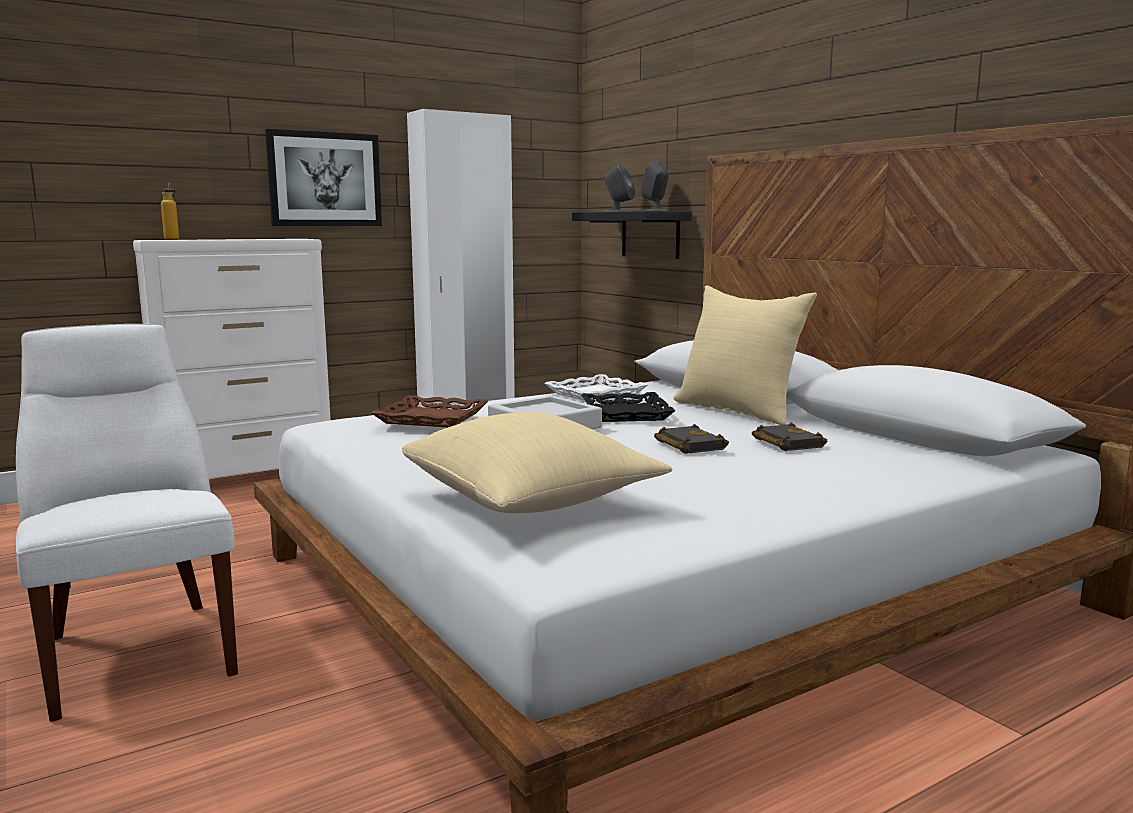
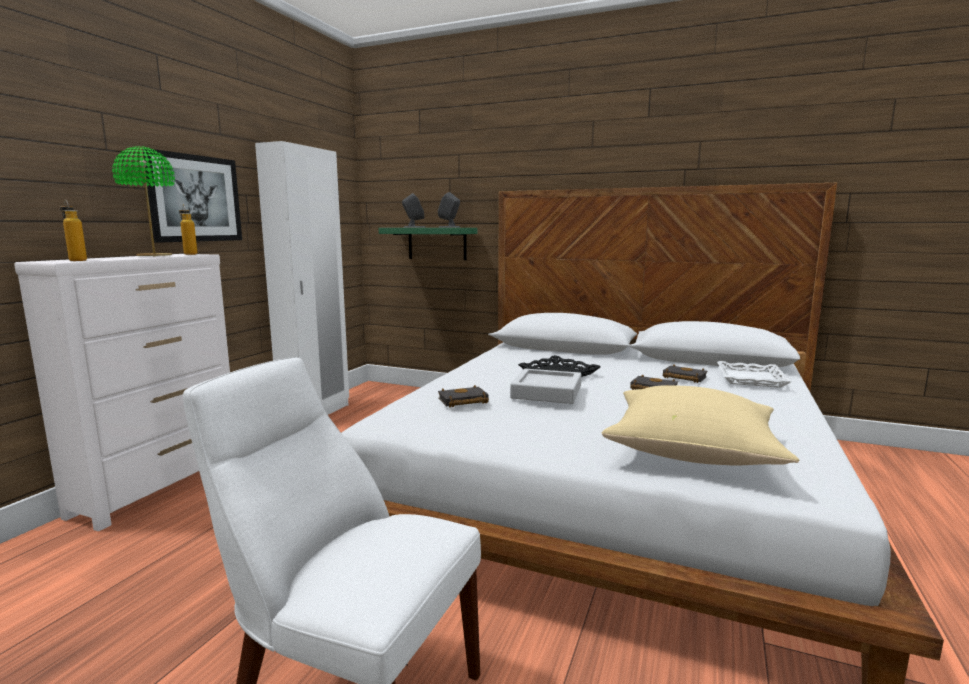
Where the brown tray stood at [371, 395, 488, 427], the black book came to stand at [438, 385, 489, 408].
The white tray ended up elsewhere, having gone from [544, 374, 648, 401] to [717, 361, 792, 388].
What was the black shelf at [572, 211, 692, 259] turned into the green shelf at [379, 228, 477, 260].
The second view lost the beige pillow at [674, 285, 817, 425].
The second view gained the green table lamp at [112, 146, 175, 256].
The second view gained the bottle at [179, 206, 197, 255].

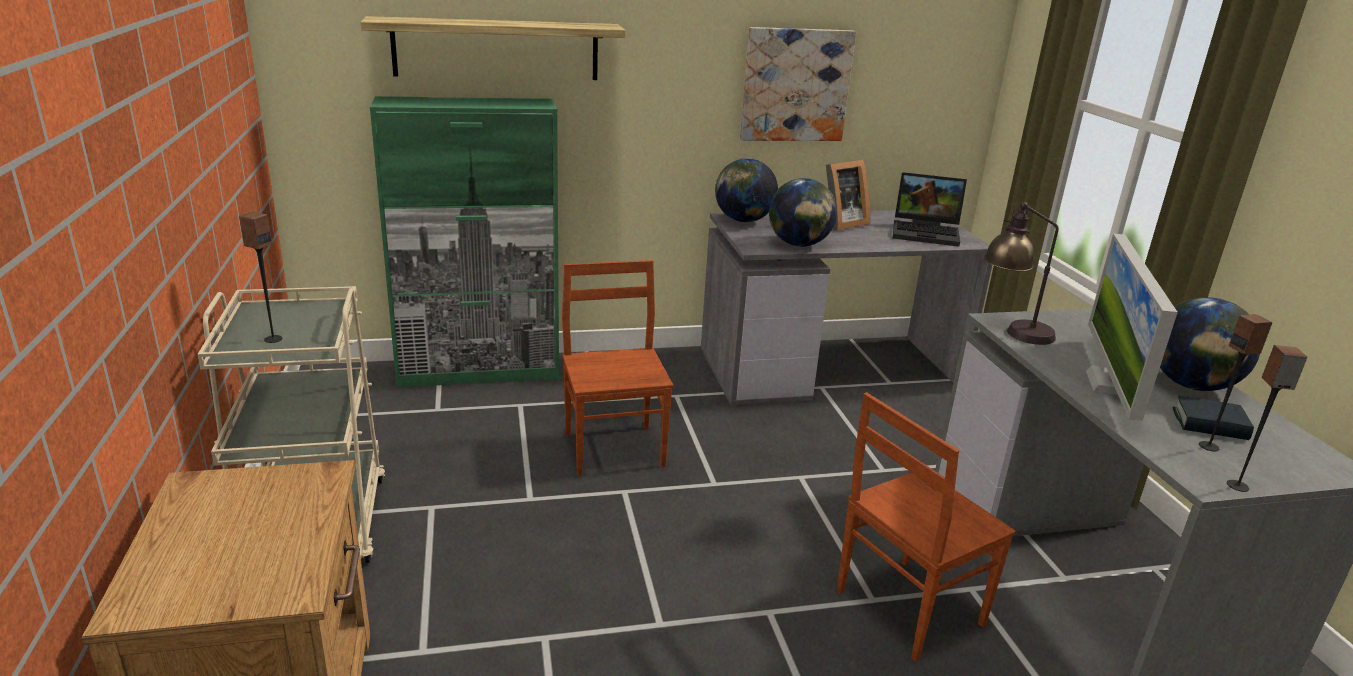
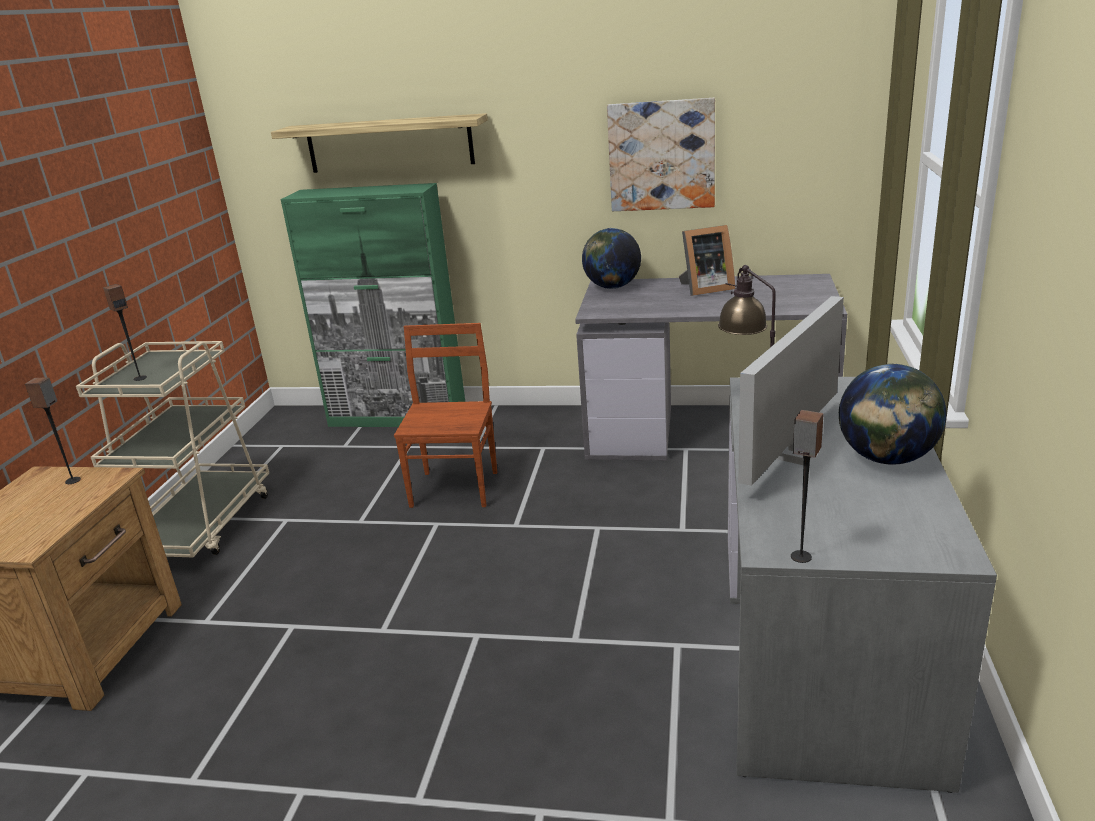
The second view lost the globe at [769, 178, 837, 247].
The second view lost the brown chair at [837, 392, 1016, 662].
The second view lost the laptop at [893, 172, 967, 246].
The second view lost the book at [1172, 396, 1254, 440].
The speaker ended up elsewhere, having gone from [1199, 314, 1273, 452] to [25, 377, 81, 484].

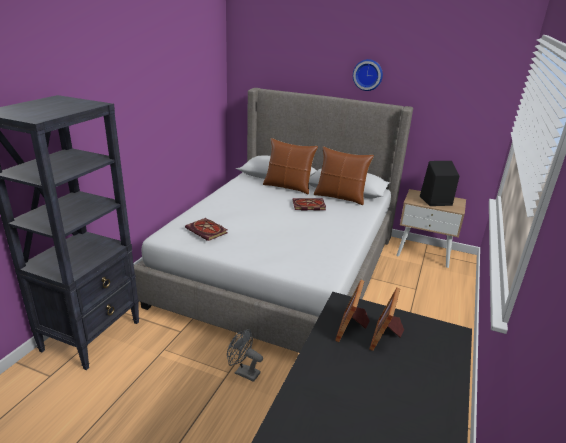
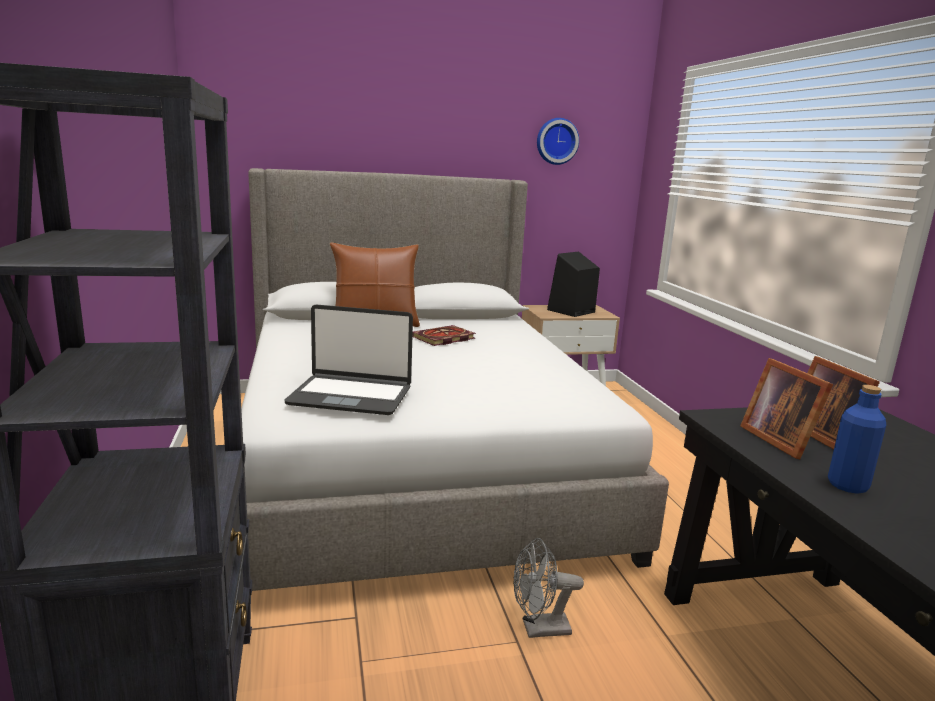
Where the book stood at [185, 218, 228, 241], the laptop came to stand at [285, 305, 413, 415].
The second view lost the brown pillow at [314, 146, 374, 205].
The wall clock ended up elsewhere, having gone from [353, 59, 383, 91] to [537, 118, 579, 165].
The second view gained the blue bottle at [828, 385, 886, 494].

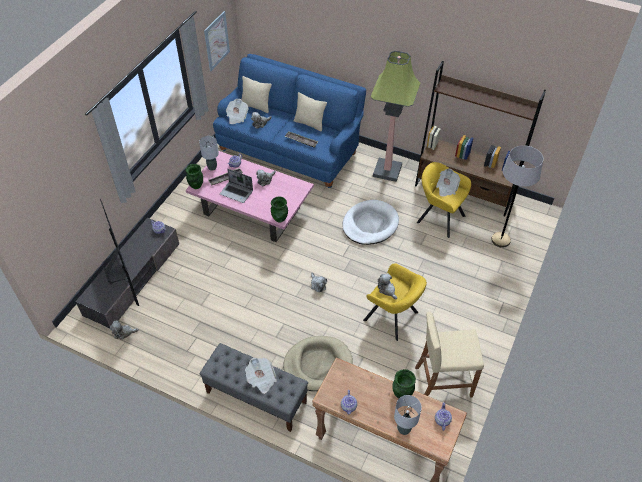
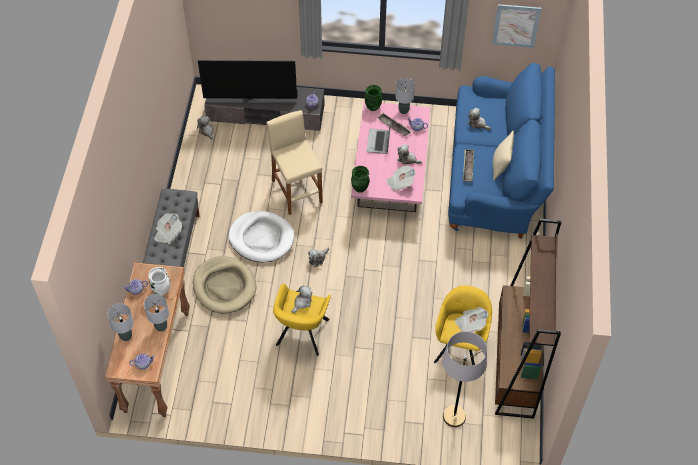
The television at [100, 199, 139, 306] ended up facing another way, 45 degrees clockwise from before.
The newspaper ended up elsewhere, having gone from [226, 99, 248, 124] to [386, 165, 416, 191].
The second view lost the beige pillow at [241, 76, 272, 113].
The white dog bed ended up elsewhere, having gone from [342, 200, 399, 245] to [228, 211, 294, 262].
The second view lost the floor lamp at [370, 51, 420, 182].
Where the green vase stood at [392, 369, 416, 398], the grey table lamp came to stand at [144, 294, 169, 332].
The beige stool ended up elsewhere, having gone from [415, 312, 484, 398] to [266, 110, 323, 215].
The second view gained the white vase at [148, 267, 170, 295].

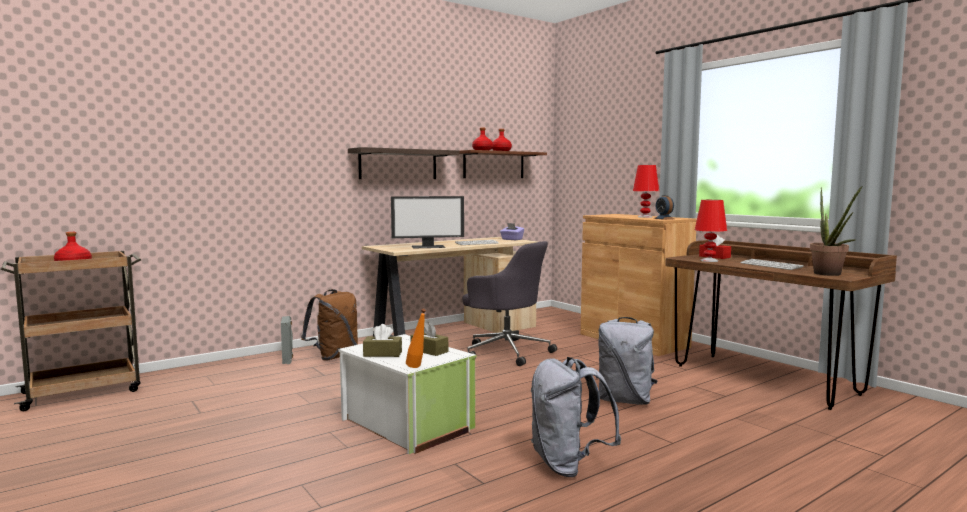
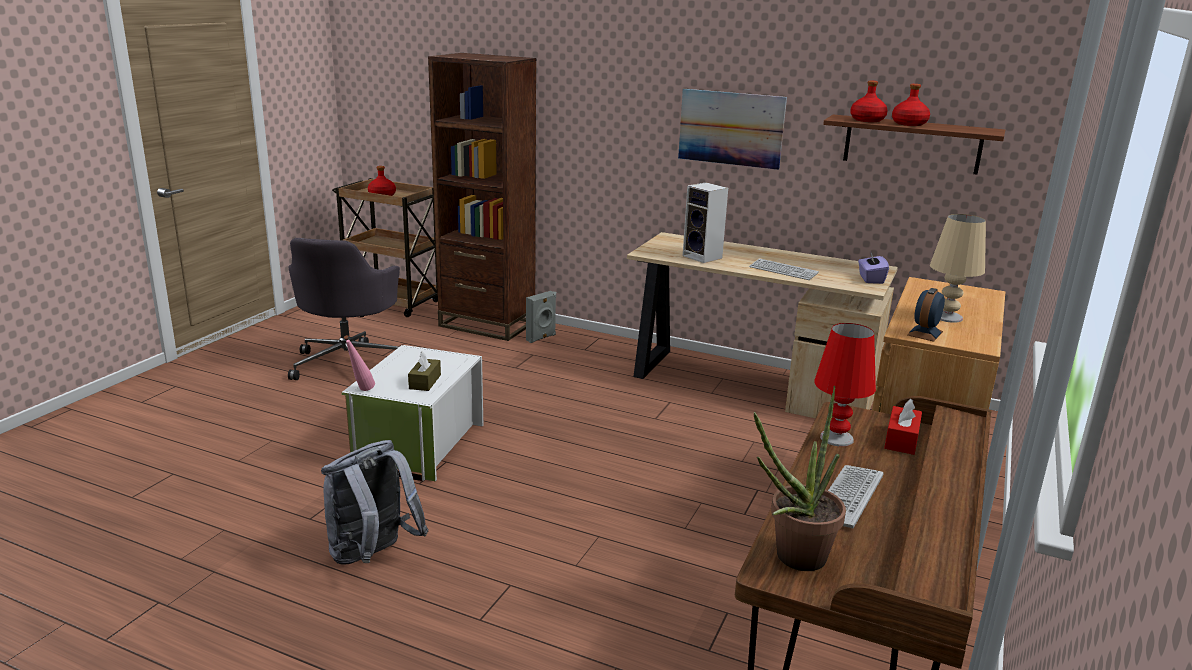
The second view lost the brown backpack at [301, 289, 358, 361].
Where the shelf hung at [348, 147, 459, 179], the picture came to hang at [678, 89, 787, 170].
The second view lost the brown tissue box at [363, 324, 402, 357].
Where the monitor stood at [391, 196, 464, 248], the speaker came to stand at [683, 182, 728, 263].
What was the orange bottle at [406, 309, 426, 368] turned into the pink bottle at [344, 335, 375, 391].
The grey office chair ended up elsewhere, having gone from [463, 241, 557, 366] to [288, 238, 400, 380].
The second view lost the grey backpack at [596, 317, 657, 405].
What was the red table lamp at [633, 165, 659, 218] turned into the beige table lamp at [930, 214, 986, 323].
The second view gained the brown bookcase at [428, 53, 537, 341].

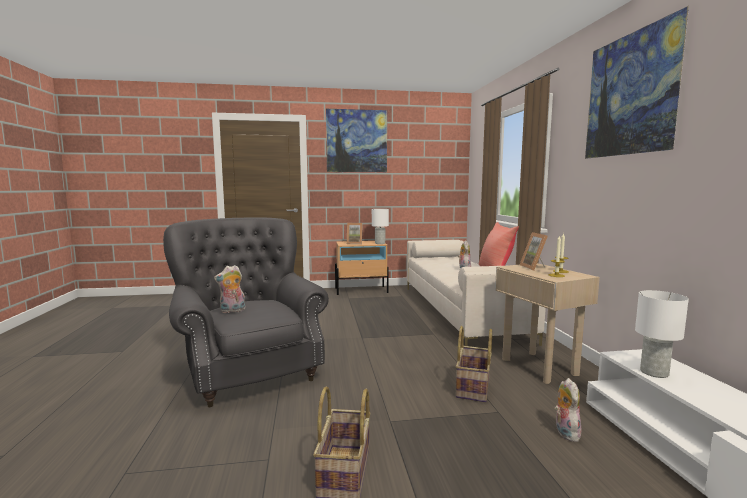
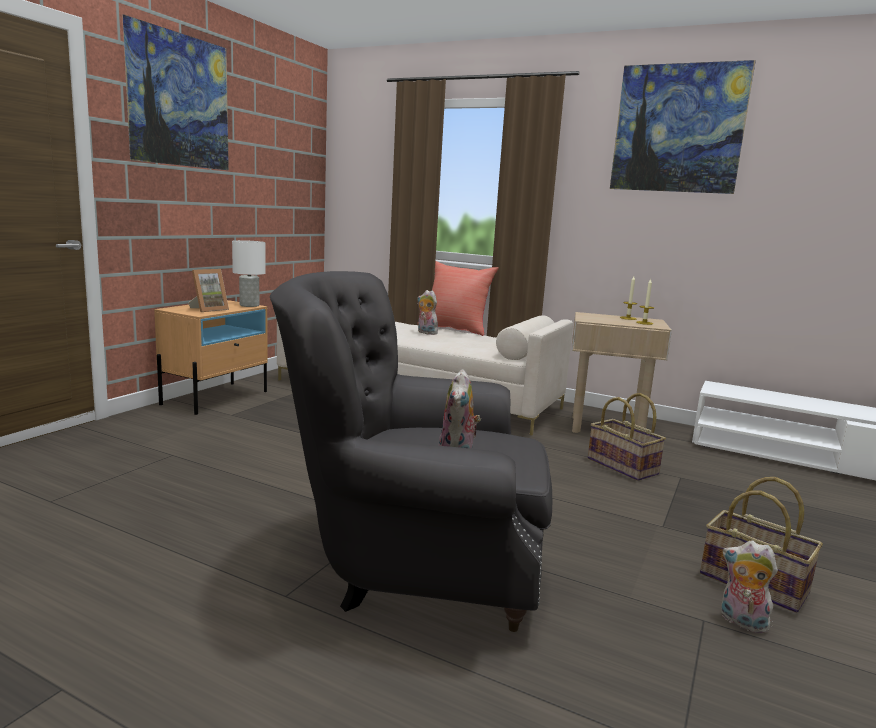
The second view lost the picture frame at [519, 232, 548, 271].
The plush toy ended up elsewhere, having gone from [554, 378, 581, 442] to [721, 541, 778, 634].
The second view lost the white table lamp at [635, 290, 689, 378].

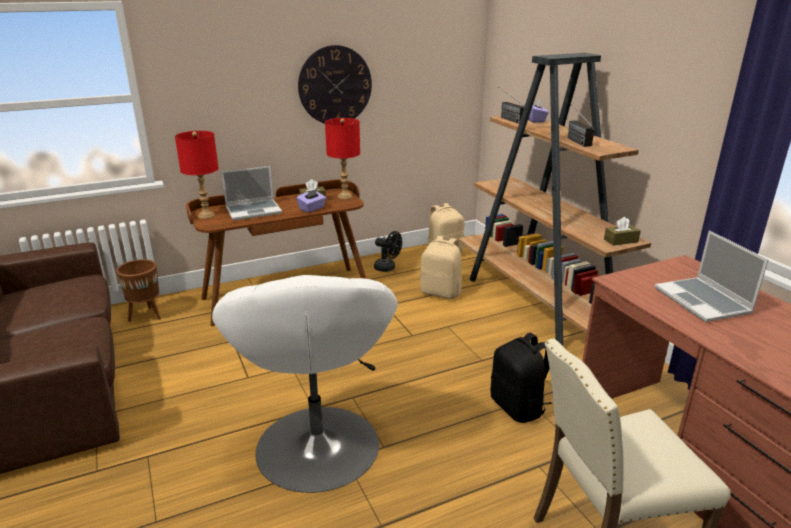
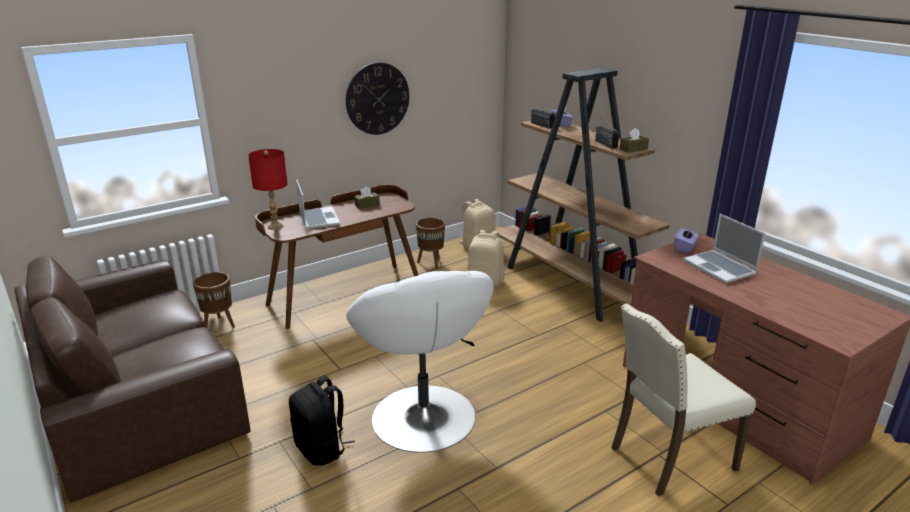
The laptop at [221, 166, 282, 221] ended up facing another way, 75 degrees counterclockwise from before.
The purple tissue box ended up elsewhere, having gone from [296, 189, 326, 213] to [674, 227, 699, 253].
The second view lost the red table lamp at [325, 118, 360, 199].
Where the black fan stood at [374, 231, 402, 272], the brown planter came to stand at [416, 218, 445, 269].
The black backpack ended up elsewhere, having gone from [491, 333, 552, 423] to [289, 376, 355, 466].
The brown tissue box ended up elsewhere, having gone from [604, 217, 641, 246] to [620, 128, 649, 153].

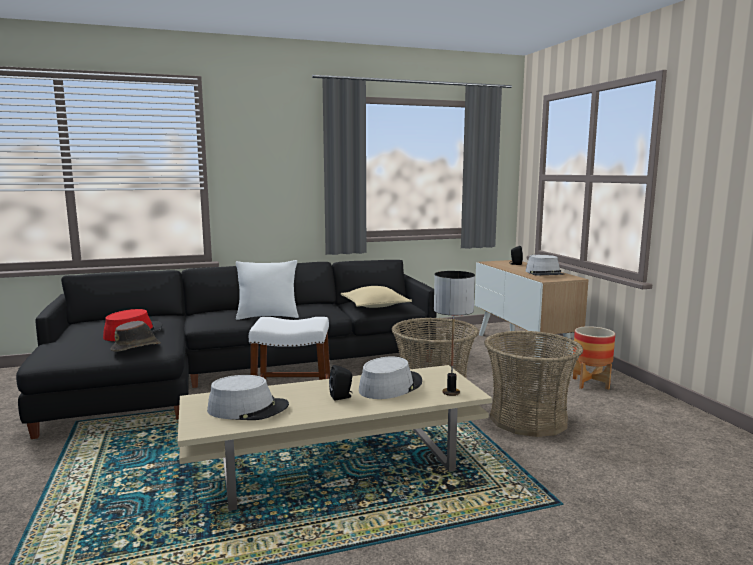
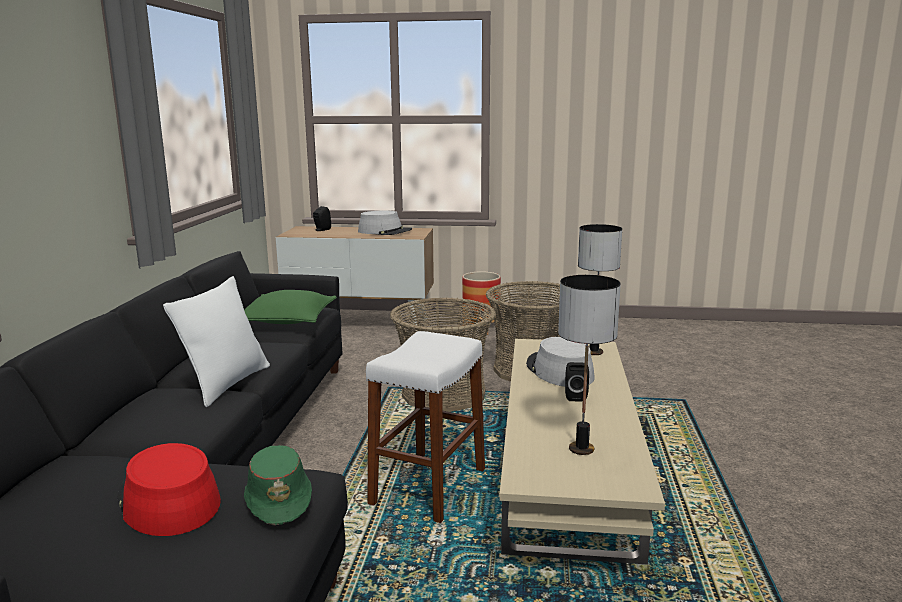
What was the brown hat at [111, 321, 161, 352] turned into the green hat at [244, 445, 312, 525].
Where the grey hat stood at [207, 375, 289, 420], the table lamp came to stand at [558, 275, 621, 455].
What was the beige pillow at [340, 286, 412, 308] turned into the green pillow at [244, 290, 337, 324].

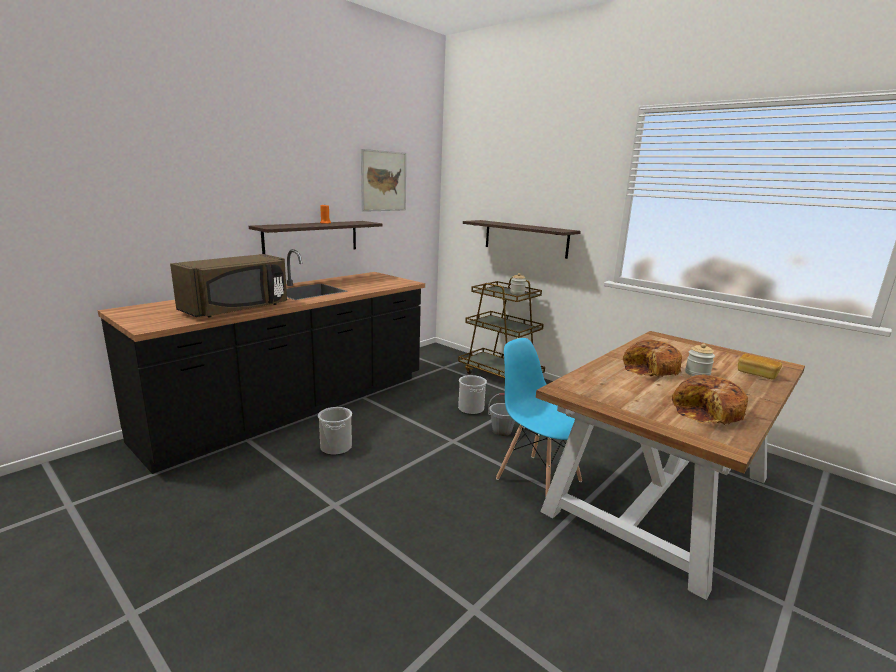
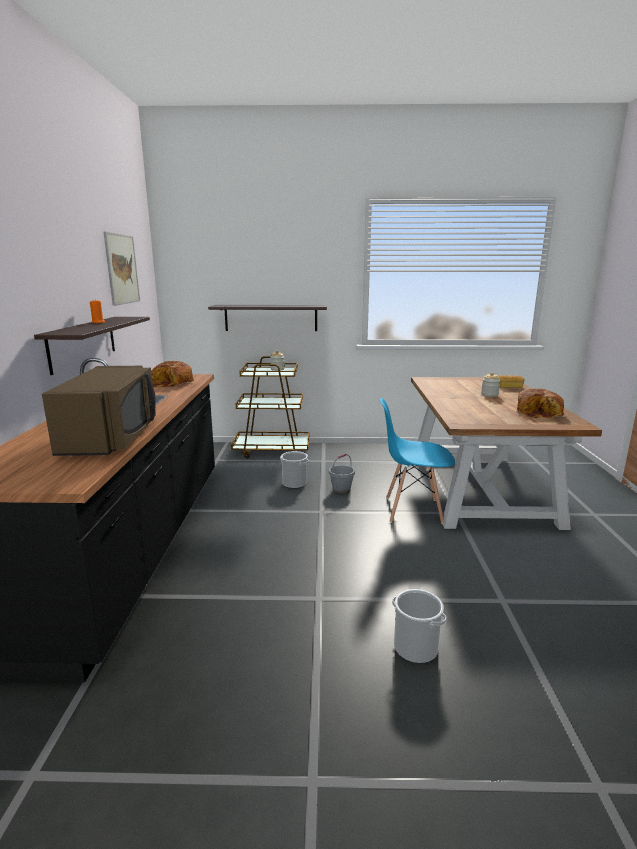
The bucket ended up elsewhere, having gone from [318, 407, 352, 455] to [392, 589, 447, 664].
The bread ended up elsewhere, having gone from [623, 340, 682, 377] to [151, 361, 194, 387].

